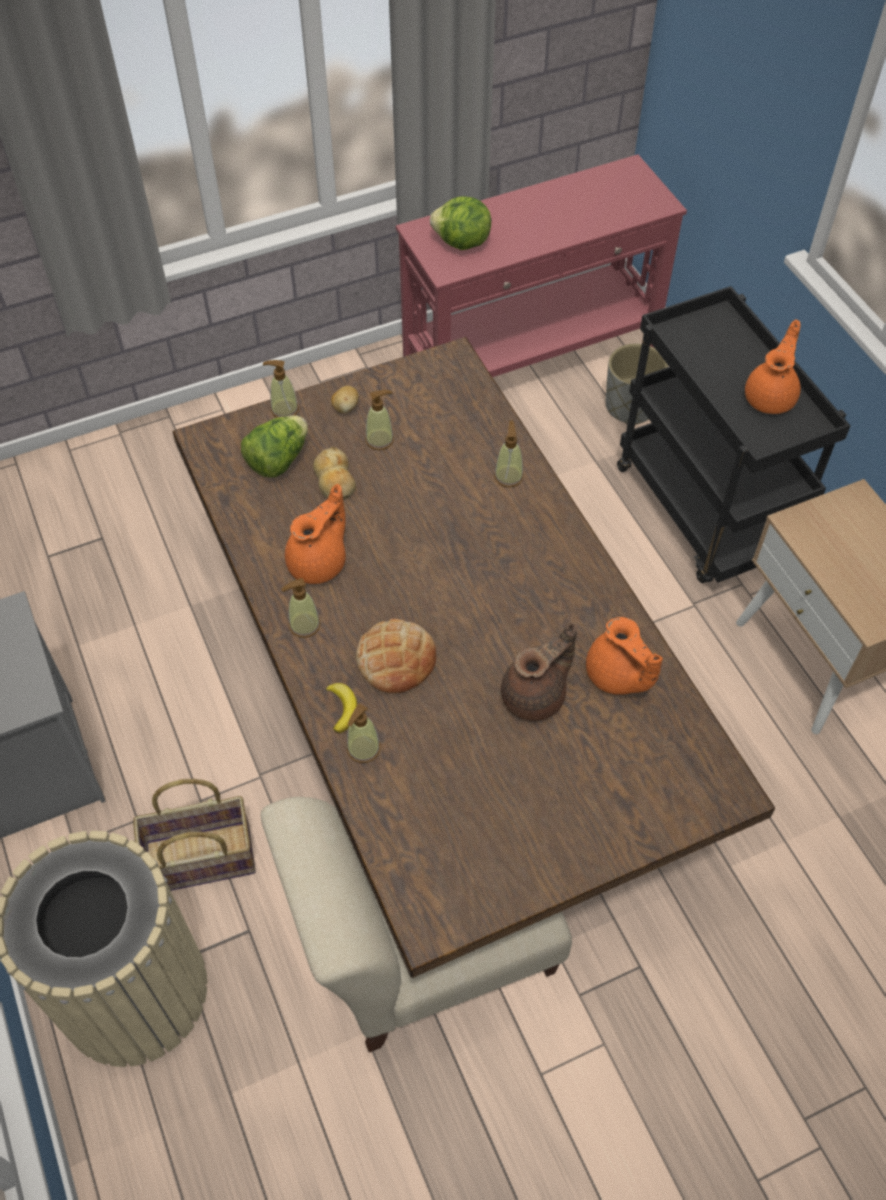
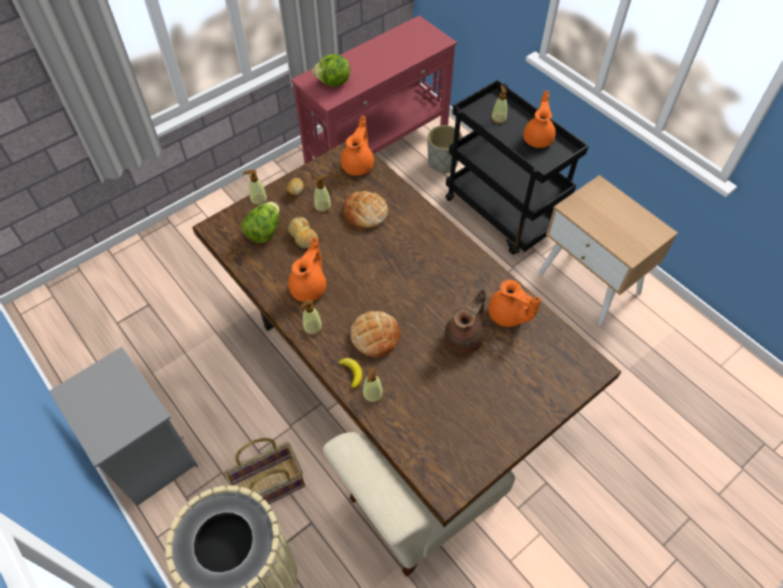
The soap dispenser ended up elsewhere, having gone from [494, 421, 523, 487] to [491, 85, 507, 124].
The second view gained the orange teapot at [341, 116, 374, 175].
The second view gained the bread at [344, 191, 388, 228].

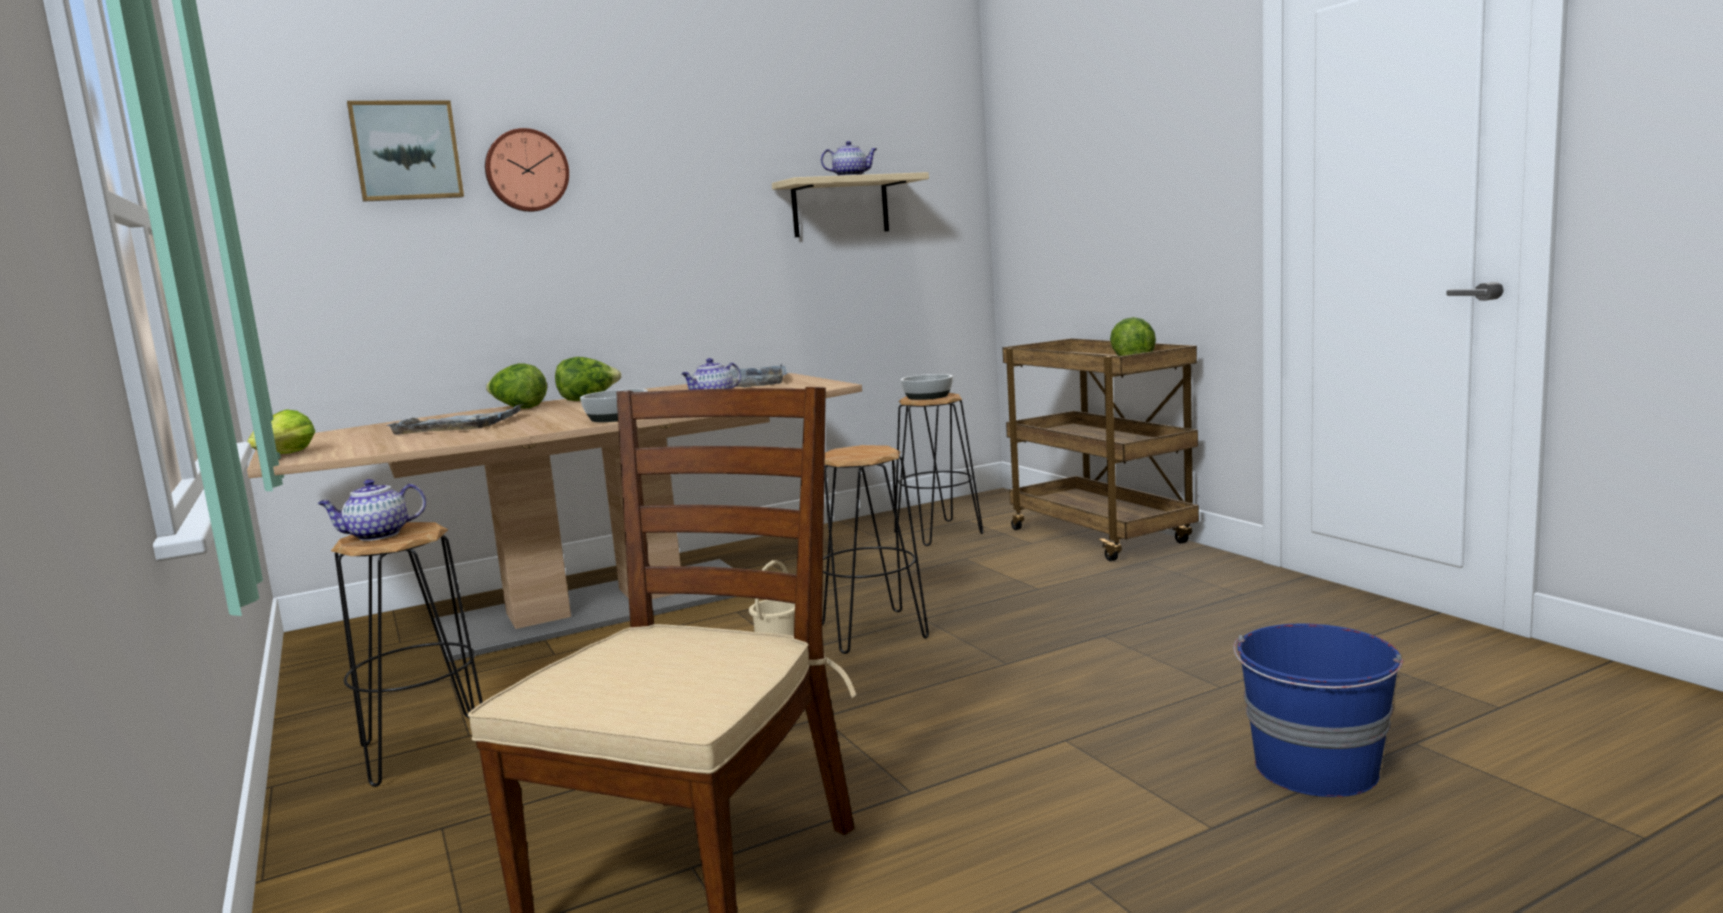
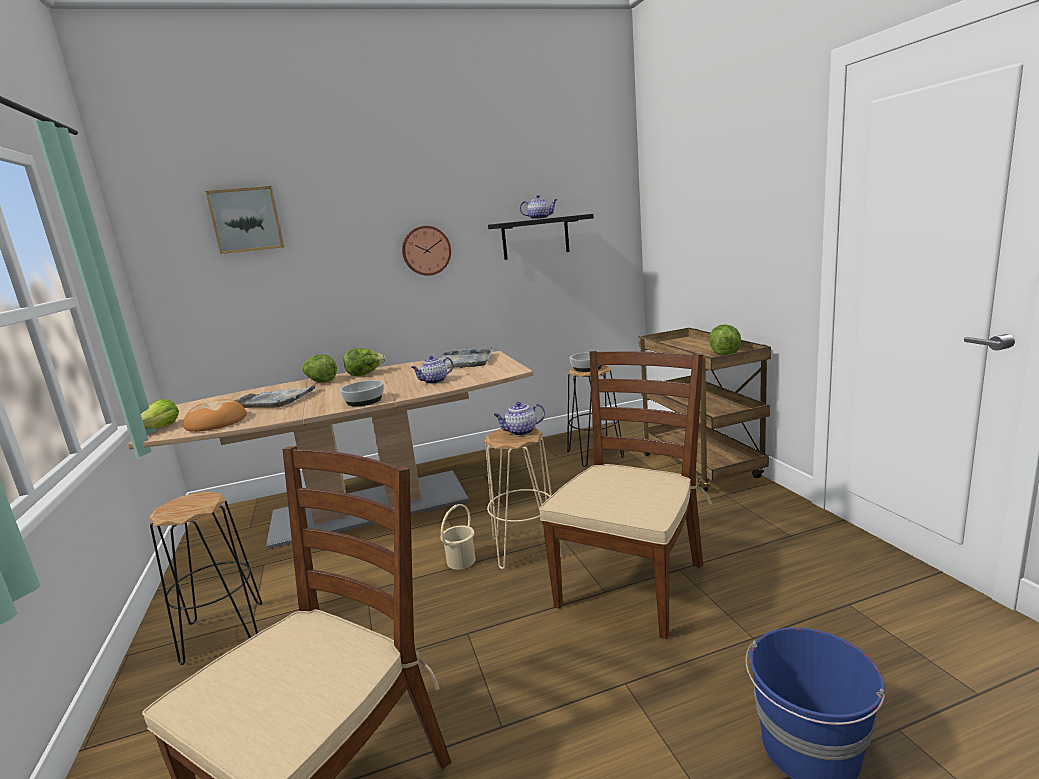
The teapot ended up elsewhere, having gone from [317, 479, 426, 541] to [494, 402, 545, 436].
The wall clock ended up elsewhere, having gone from [485, 128, 569, 212] to [402, 226, 451, 276].
What was the beige shelf at [772, 172, 929, 237] turned into the black shelf at [488, 214, 594, 260].
What was the black stool at [822, 445, 929, 654] turned into the beige stool at [484, 428, 561, 569].
The second view gained the bread at [183, 399, 247, 432].
The second view gained the brown chair at [539, 351, 712, 639].

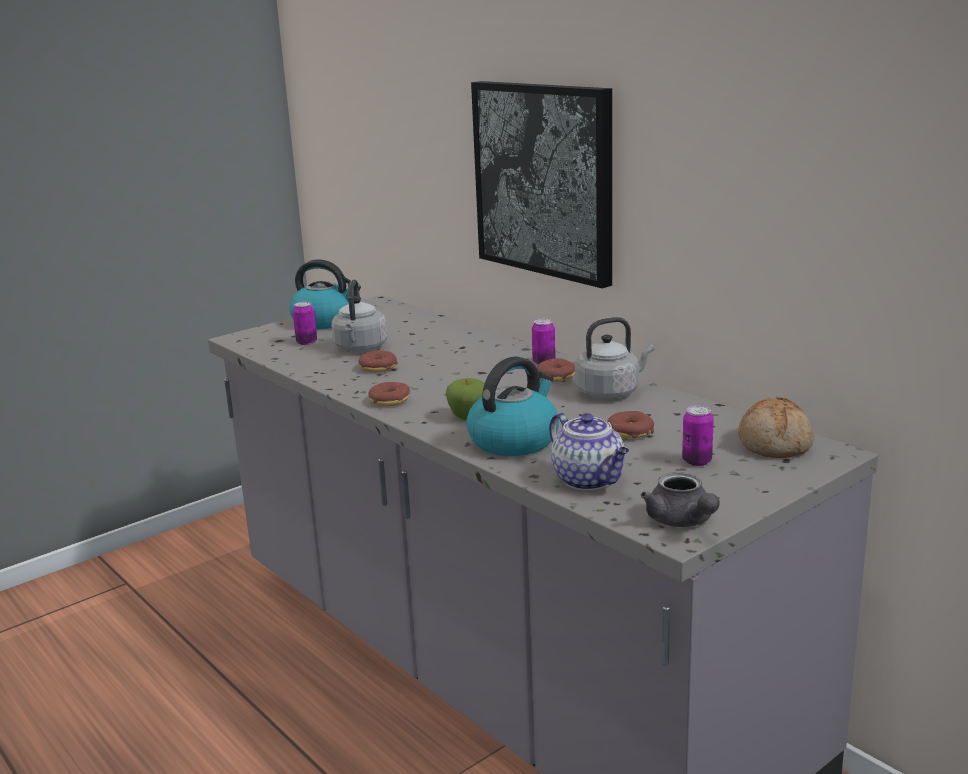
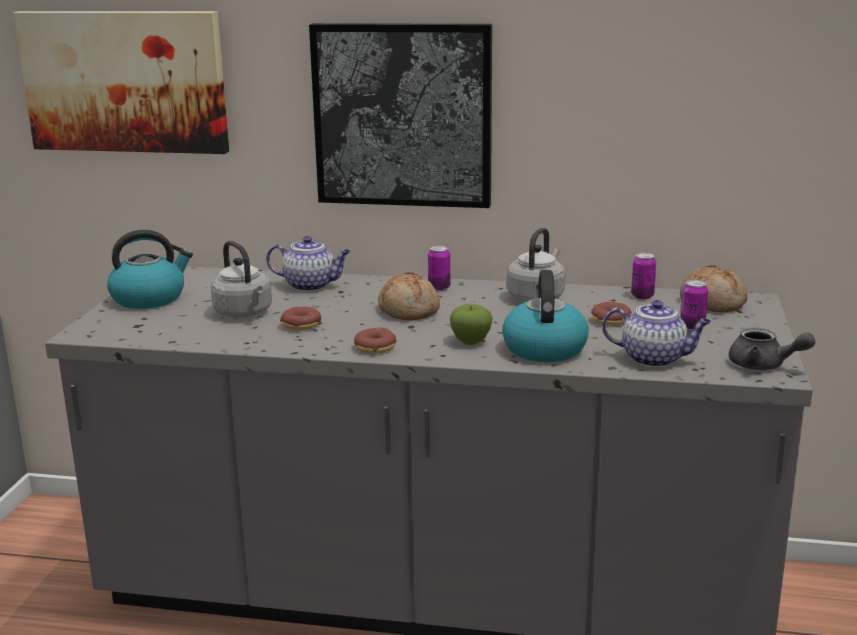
The can ended up elsewhere, having gone from [293, 302, 317, 345] to [631, 253, 656, 299].
The second view lost the donut at [536, 358, 575, 382].
The second view gained the picture at [13, 11, 229, 154].
The second view gained the teapot at [266, 236, 351, 291].
The second view gained the bread at [378, 272, 440, 320].

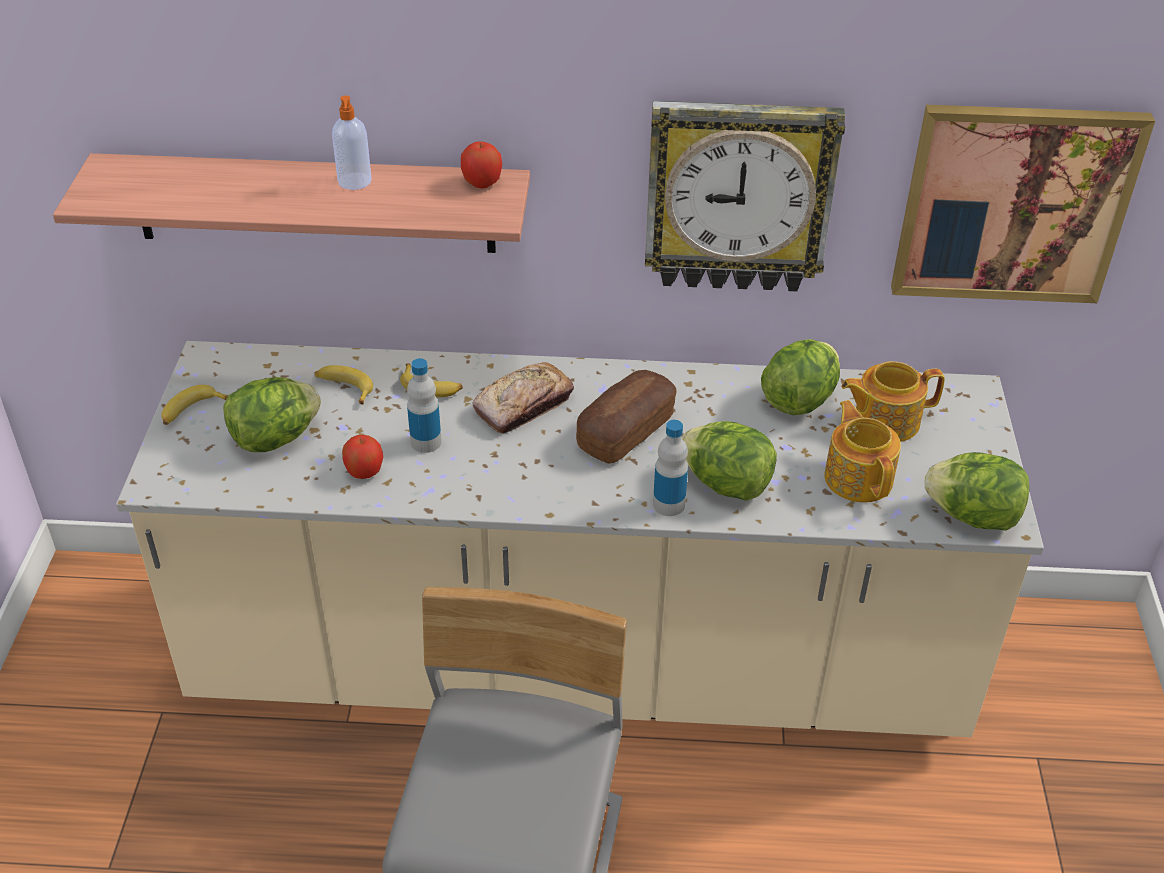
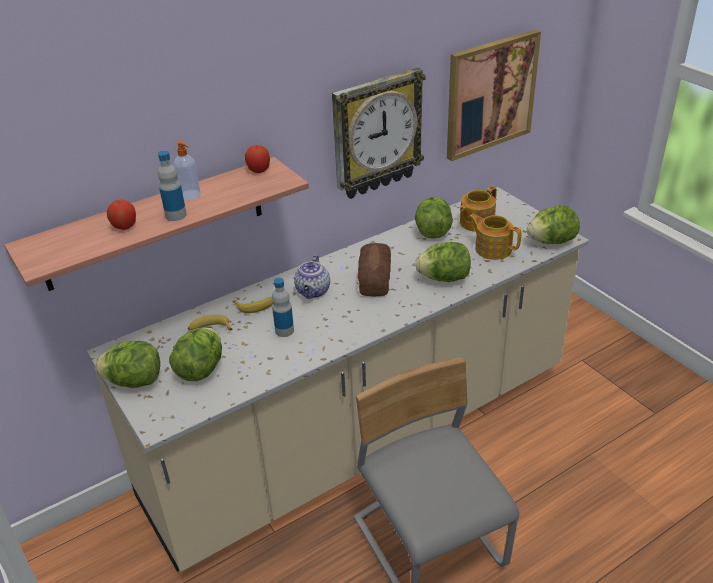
Where the banana stood at [161, 385, 228, 425], the lettuce came to stand at [95, 341, 160, 388].
The apple ended up elsewhere, having gone from [342, 435, 383, 479] to [107, 199, 136, 230].
Where the bread stood at [472, 362, 574, 433], the teapot came to stand at [294, 255, 330, 299].
The bottle ended up elsewhere, having gone from [653, 420, 688, 516] to [158, 151, 187, 221].

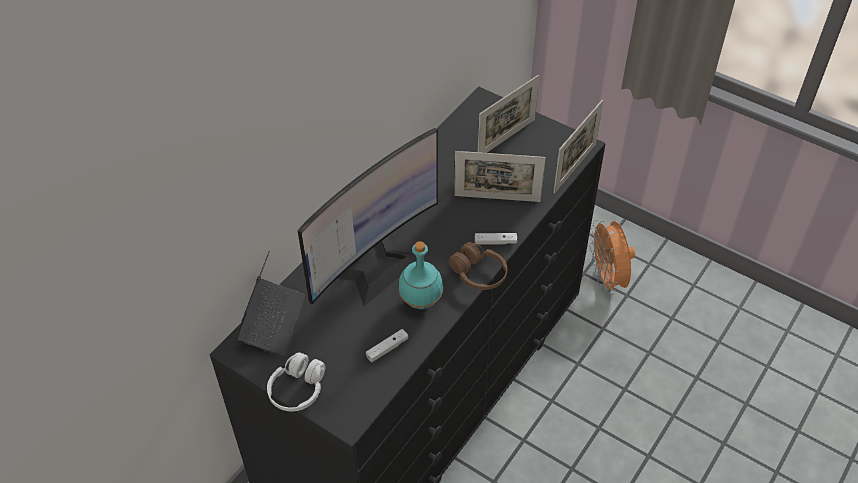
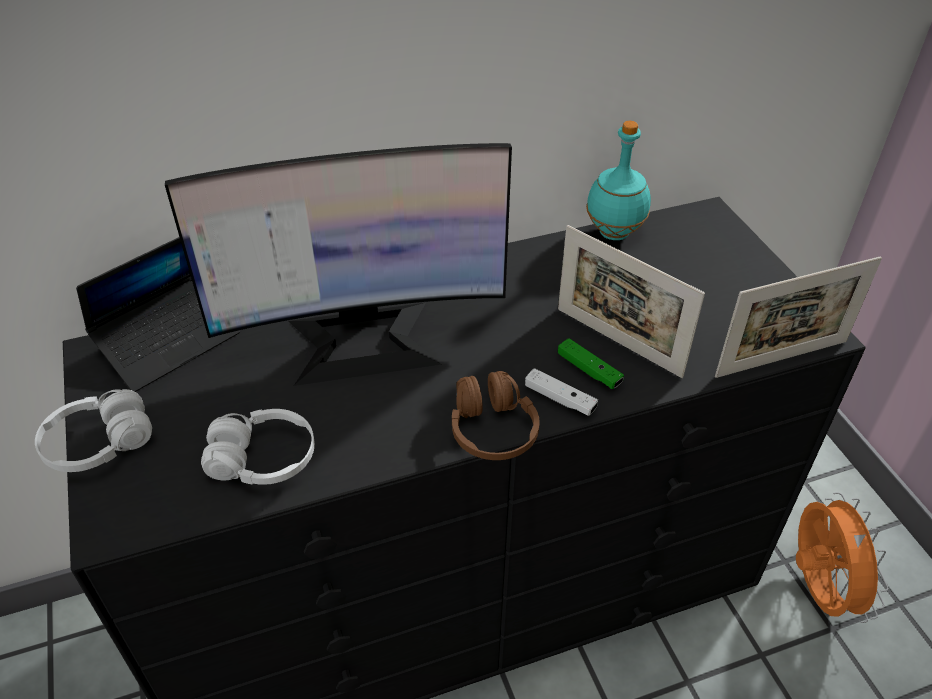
Where the white game controller stood at [366, 329, 409, 362], the white headphones came to stand at [201, 409, 315, 485].
The turquoise bottle ended up elsewhere, having gone from [398, 241, 443, 309] to [586, 121, 651, 240].
The second view lost the picture frame at [478, 75, 539, 153].
The orange fan at [589, 220, 635, 295] ended up facing another way, 150 degrees clockwise from before.
The second view gained the green game controller at [558, 338, 624, 389].

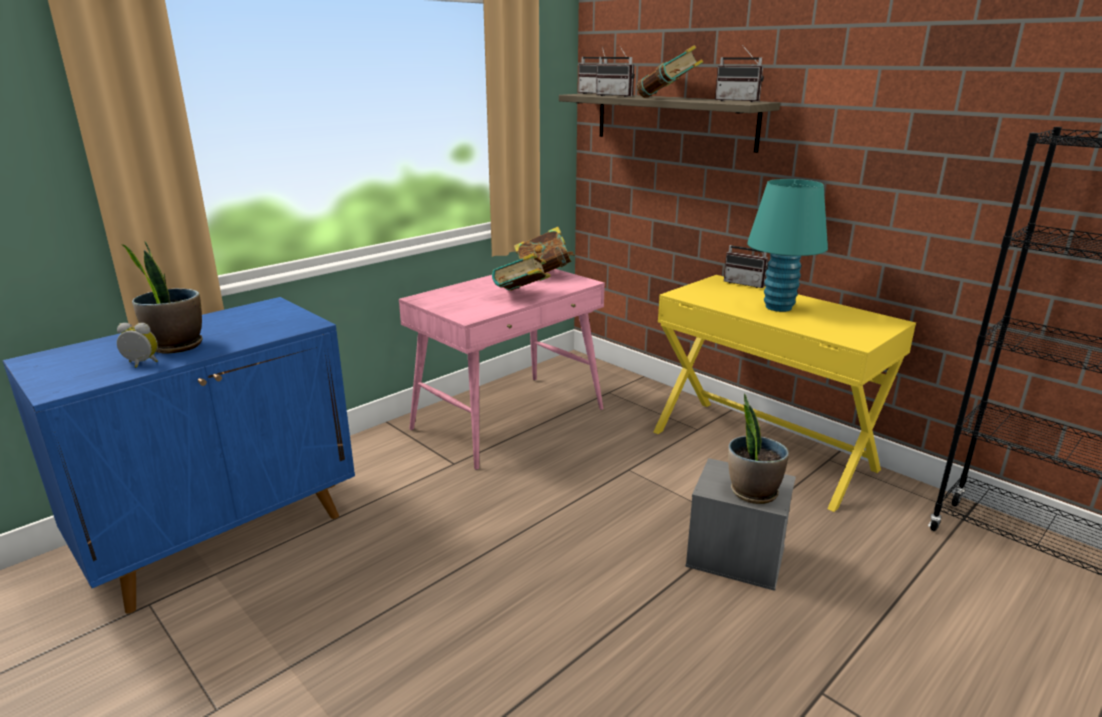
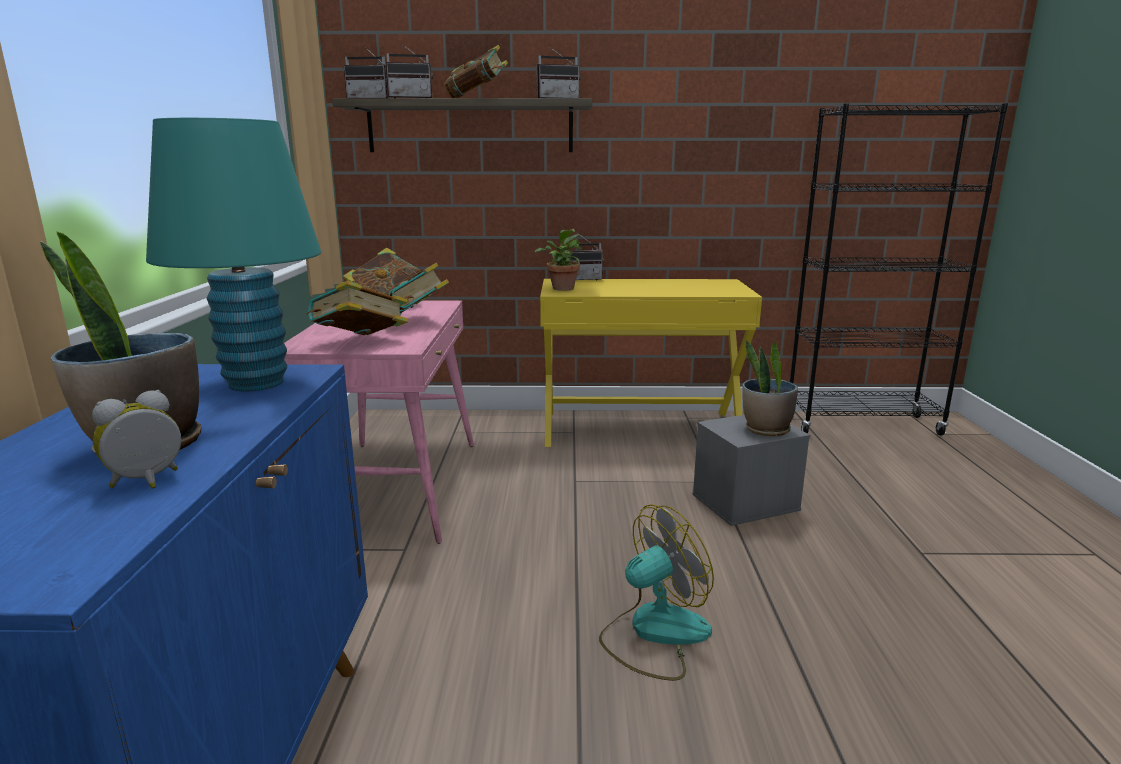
The turquoise table lamp ended up elsewhere, having gone from [747, 179, 828, 312] to [146, 118, 321, 392].
The second view gained the book at [306, 280, 408, 335].
The second view gained the potted plant at [535, 229, 582, 291].
The second view gained the fan at [599, 504, 714, 681].

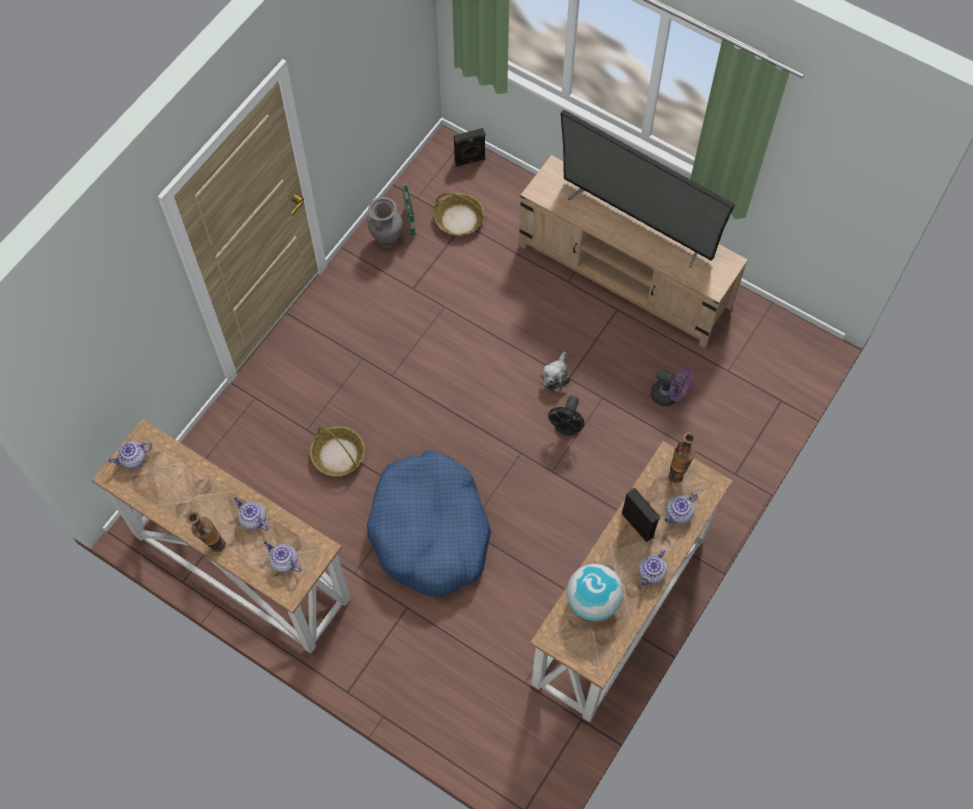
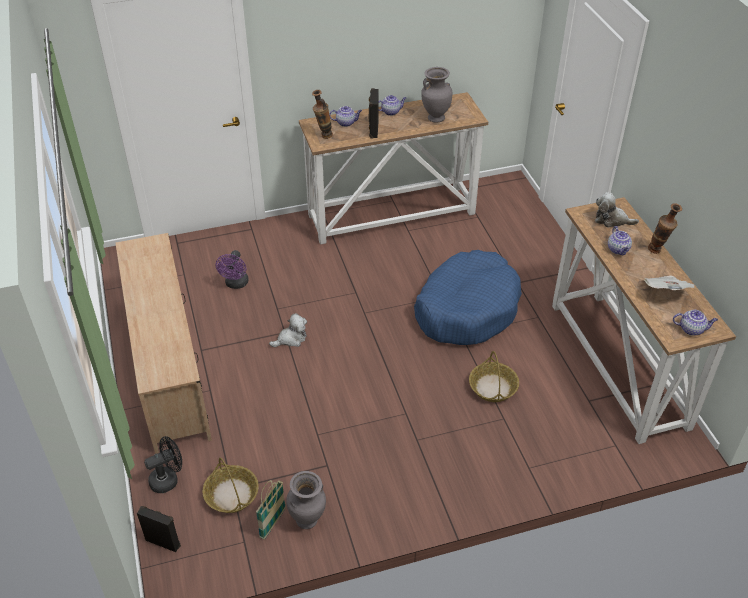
Where the teapot stood at [264, 541, 302, 573], the plush toy came to stand at [595, 192, 639, 227].
The black fan ended up elsewhere, having gone from [548, 395, 585, 435] to [144, 436, 182, 493].
The second view lost the television at [560, 110, 735, 268].
Where the globe stood at [566, 564, 623, 621], the grey vase came to stand at [421, 67, 452, 122].
The purple fan at [651, 366, 693, 406] ended up facing another way, 150 degrees counterclockwise from before.
The second view gained the newspaper at [644, 275, 695, 290].

